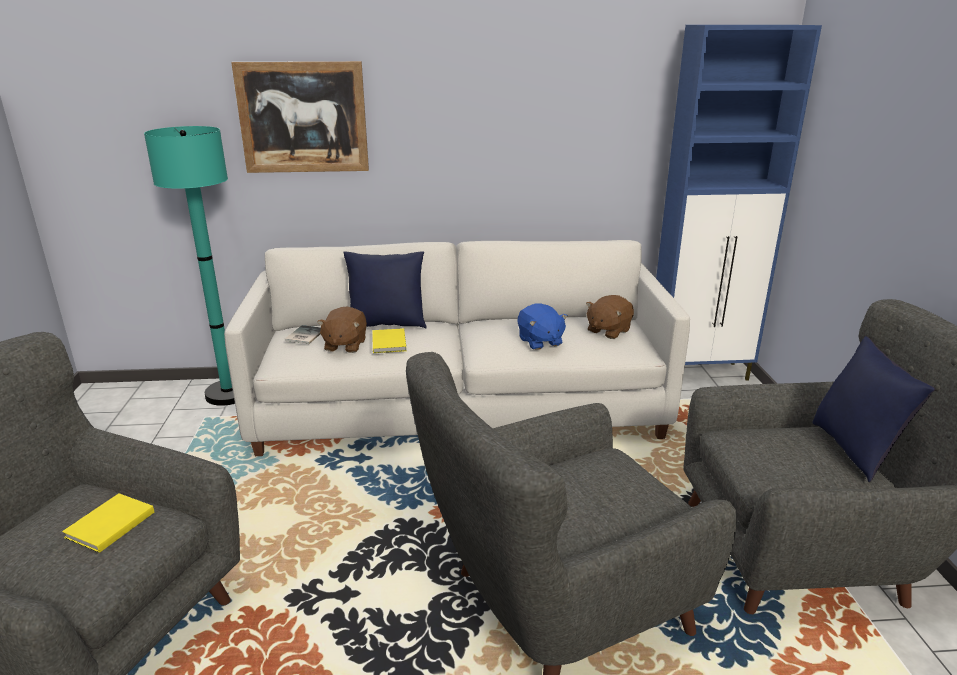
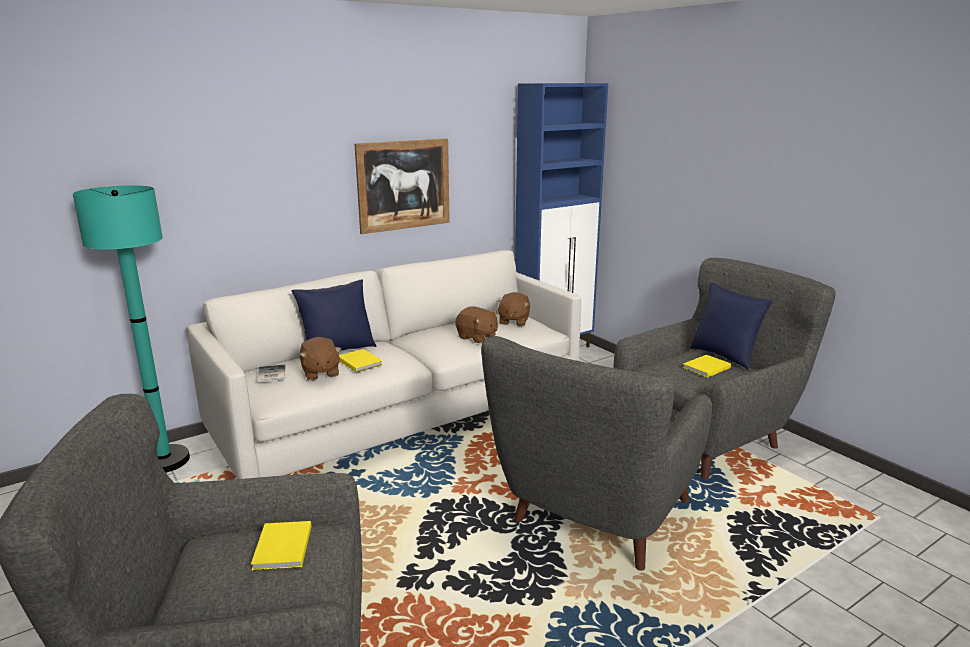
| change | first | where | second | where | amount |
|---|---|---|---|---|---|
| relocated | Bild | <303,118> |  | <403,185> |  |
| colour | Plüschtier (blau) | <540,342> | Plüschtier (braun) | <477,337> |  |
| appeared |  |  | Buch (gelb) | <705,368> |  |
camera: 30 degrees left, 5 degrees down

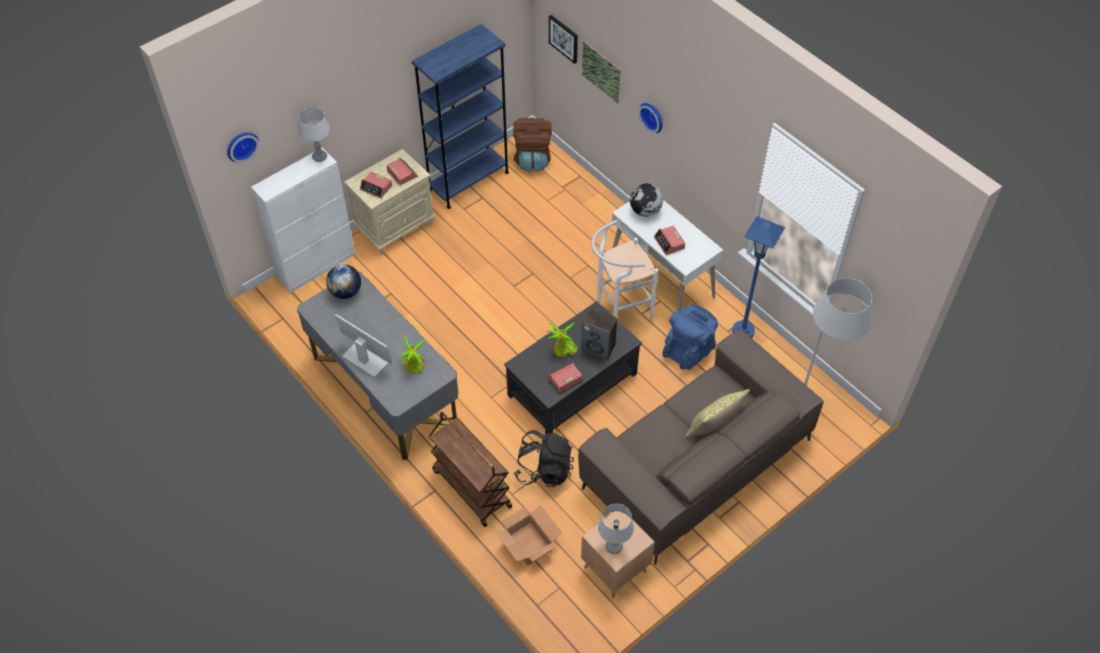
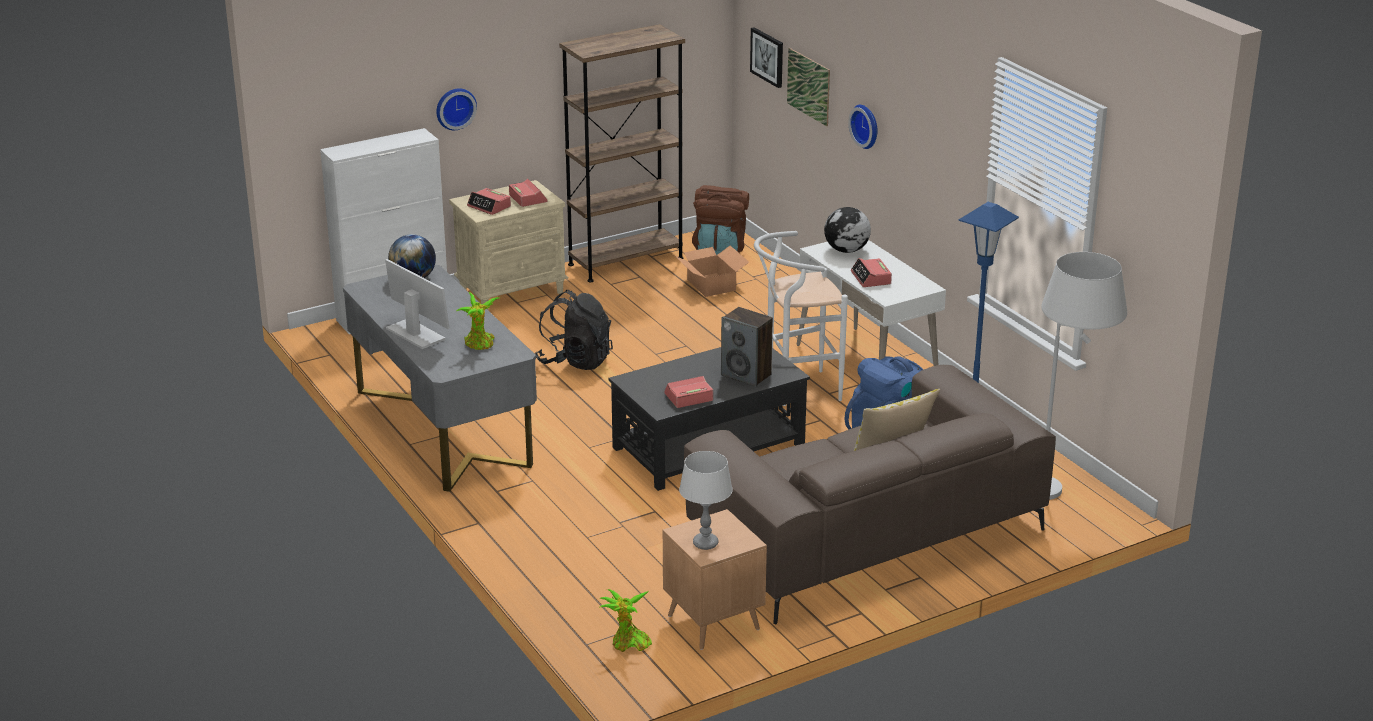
| change | first | where | second | where | amount |
|---|---|---|---|---|---|
| colour | Bücherregal (blau) | <468,181> | Bücherregal (braun) | <625,261> |  |
| missing | Tischlampe (grau) | <320,157> |  |  |  |
| relocated | Wanduhr | <241,145> |  | <455,108> |  |
| relocated | Topfpflanze | <563,350> |  | <628,644> |  |
| missing | Rollwagen (braun) | <471,488> |  |  |  |
| relocated | Rucksack (schwarz) | <544,470> |  | <575,361> |  |
| relocated | Karton | <528,544> |  | <711,285> |  |
camera: 10 degrees right, 25 degrees down

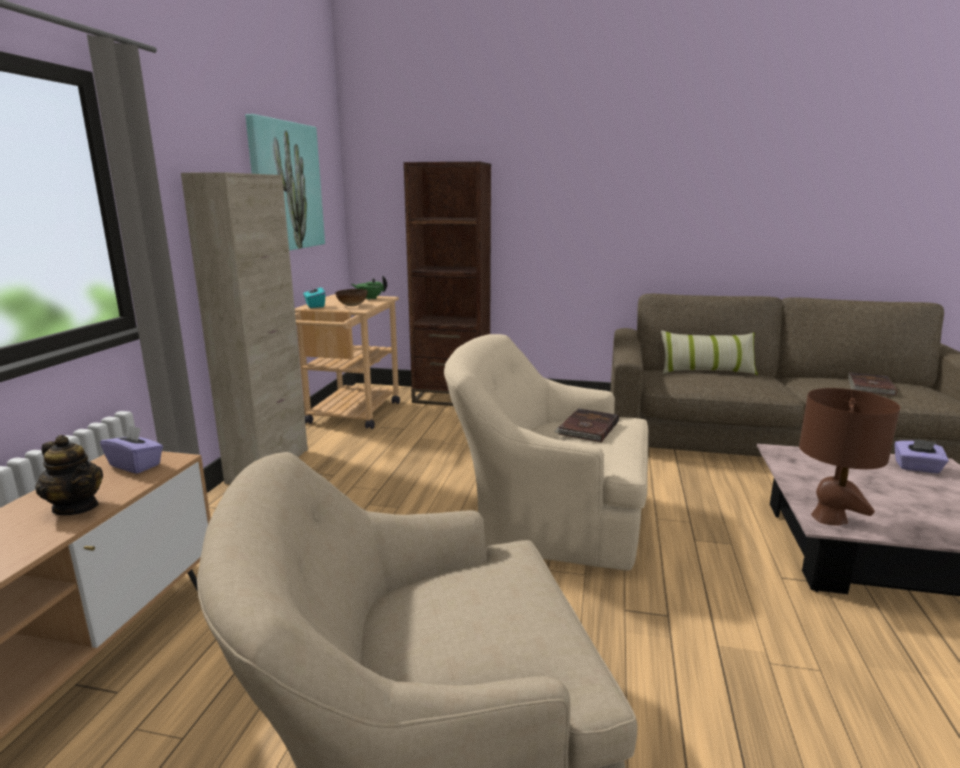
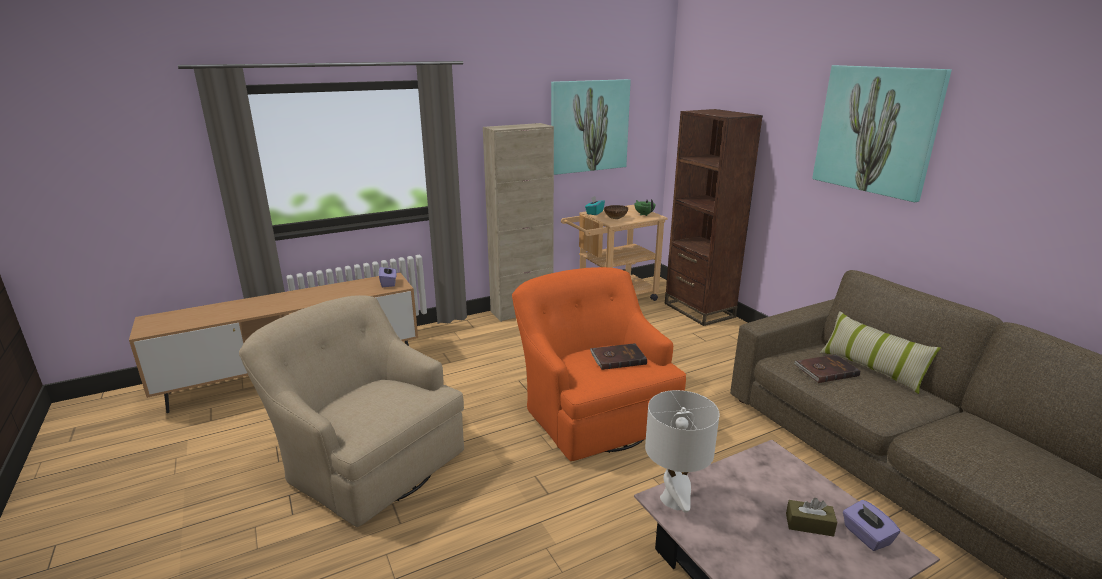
| change | first | where | second | where | amount |
|---|---|---|---|---|---|
| colour | Sessel (beige) | <546,519> | Sessel (orange) | <593,412> |  |
| relocated | Buch (braun) | <869,386> |  | <825,370> |  |
| colour | Tischlampe (braun) | <829,518> | Tischlampe (weiß) | <674,500> |  |
| missing | Teekanne | <76,507> |  |  |  |
| appeared |  |  | Bild | <876,130> |  |
| appeared |  |  | Taschentuchbox (braun) | <809,524> |  |
camera: 50 degrees right, 5 degrees up

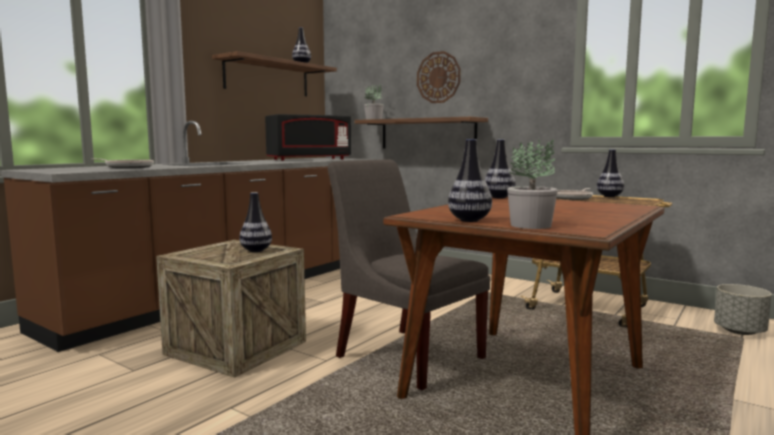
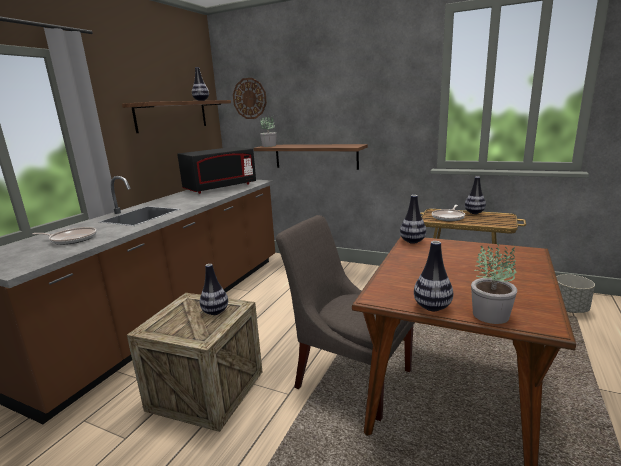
| change | first | where | second | where | amount |
|---|---|---|---|---|---|
| relocated | Wanduhr | <438,77> |  | <249,98> |  |
camera: 10 degrees left, 10 degrees up

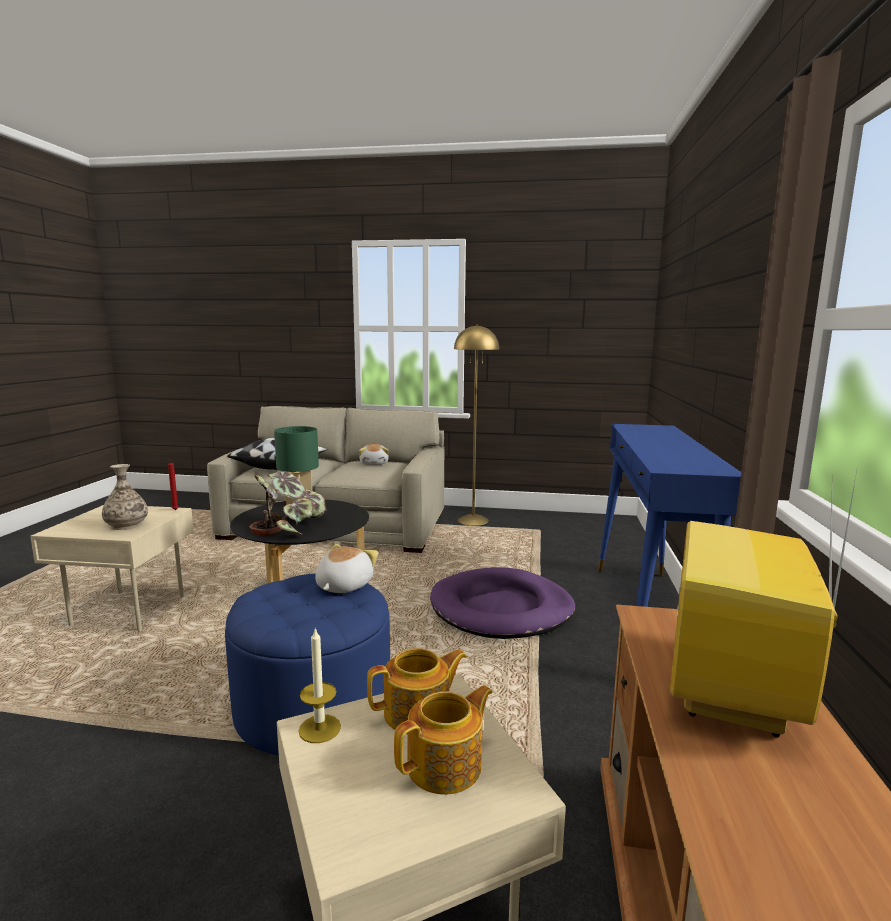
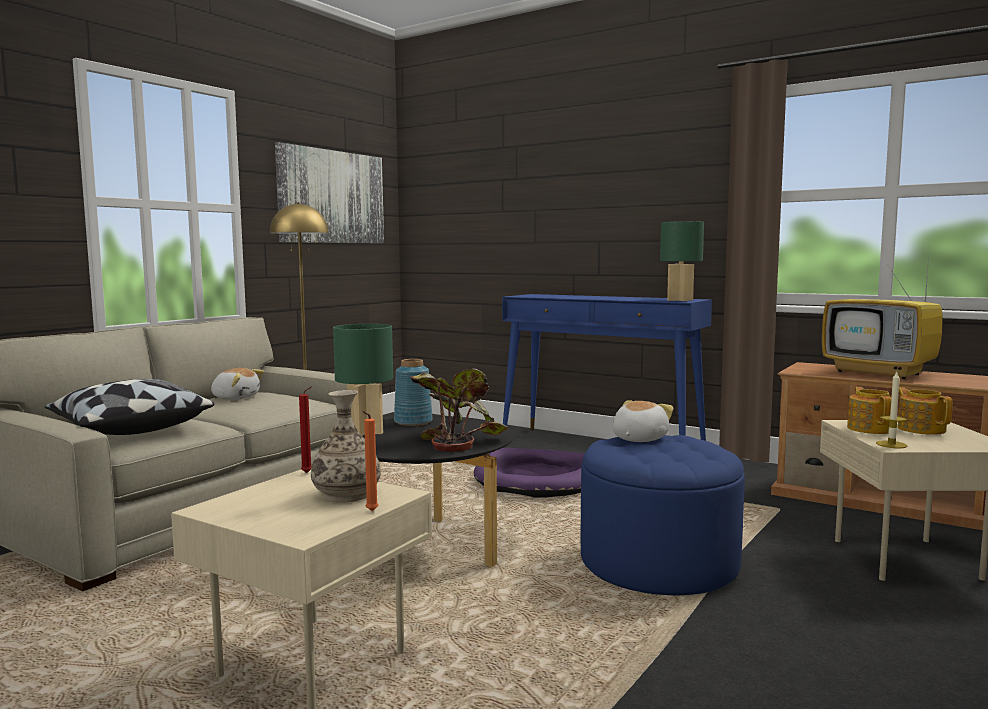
| change | first | where | second | where | amount |
|---|---|---|---|---|---|
| spun | Plüschtier | <343,586> |  | <638,439> | 75 degrees clockwise |
| appeared |  |  | Bild | <332,197> |  |
| appeared |  |  | Tischlampe (grün) | <679,300> |  |
| appeared |  |  | Vase (blau) | <413,422> |  |
| appeared |  |  | Kerze (orange) | <370,511> |  |
camera: 65 degrees left, 5 degrees down

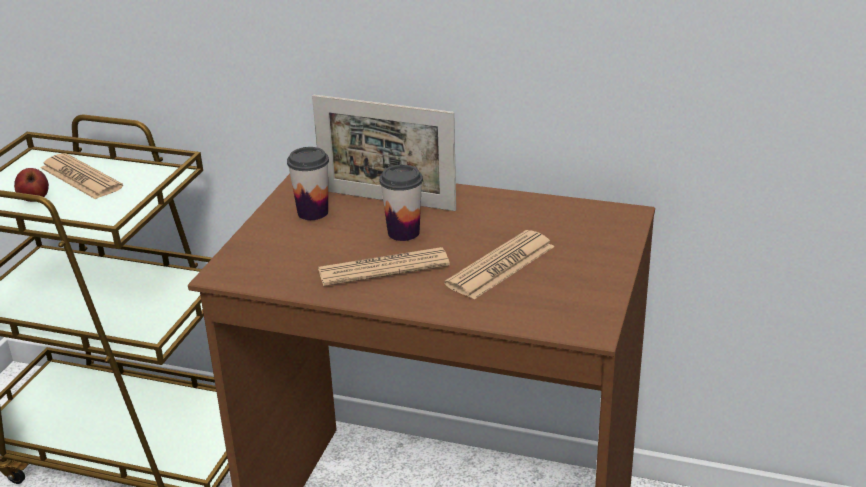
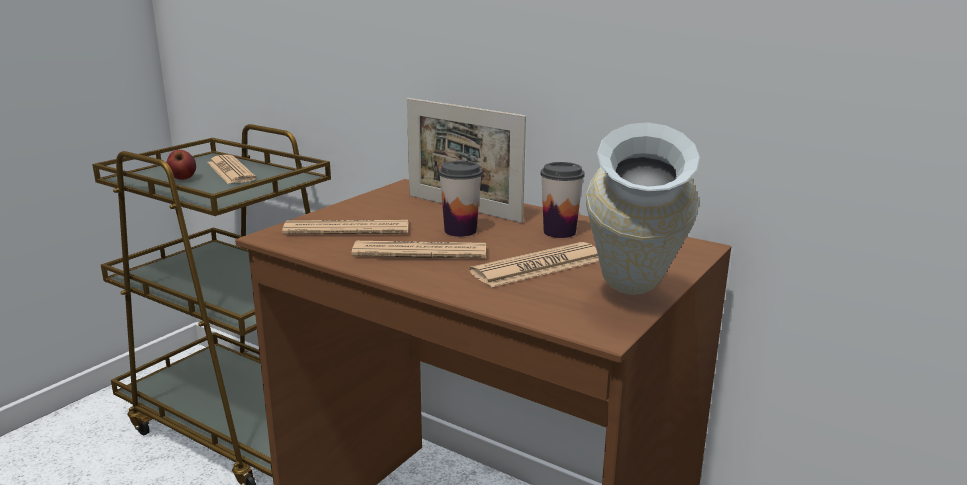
| change | first | where | second | where | amount |
|---|---|---|---|---|---|
| relocated | Tasse | <313,212> |  | <559,232> |  |
| appeared |  |  | Vase | <630,306> |  |
| appeared |  |  | Zeitung | <347,230> |  |
camera: 15 degrees right, 10 degrees down

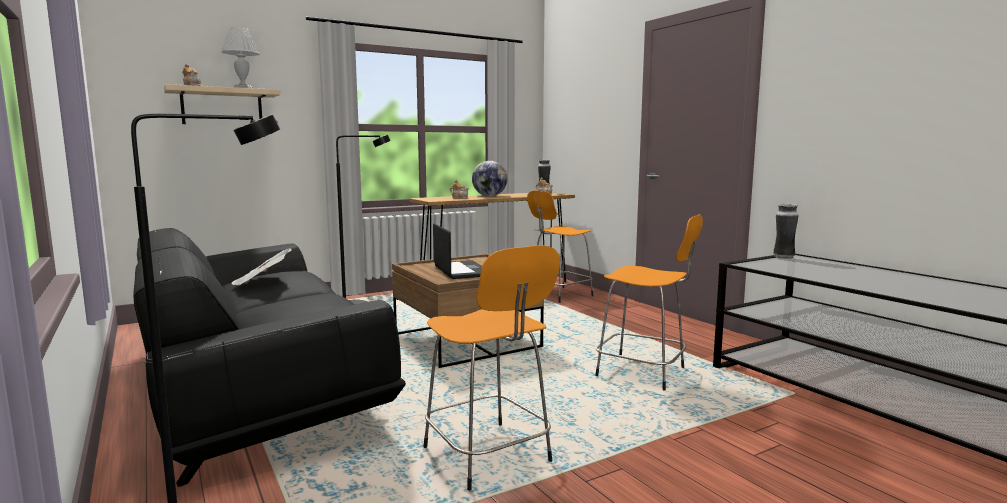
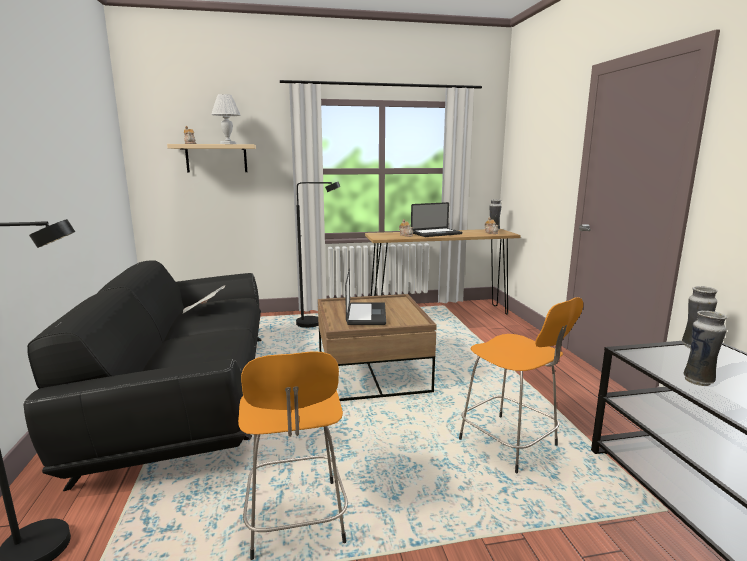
| change | first | where | second | where | amount |
|---|---|---|---|---|---|
| exchanged | Globus | <489,196> | Laptop | <436,233> |  |
| missing | Hocker (orange) | <559,295> |  |  |  |
| appeared |  |  | Vase | <698,381> |  |
camera: 20 degrees right, 5 degrees up

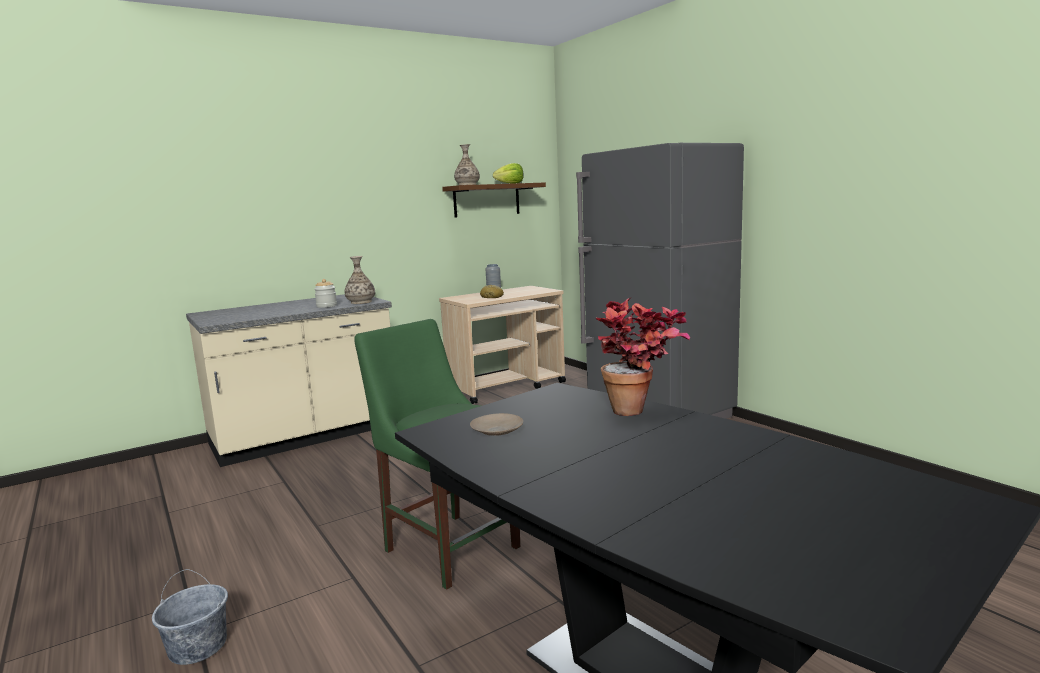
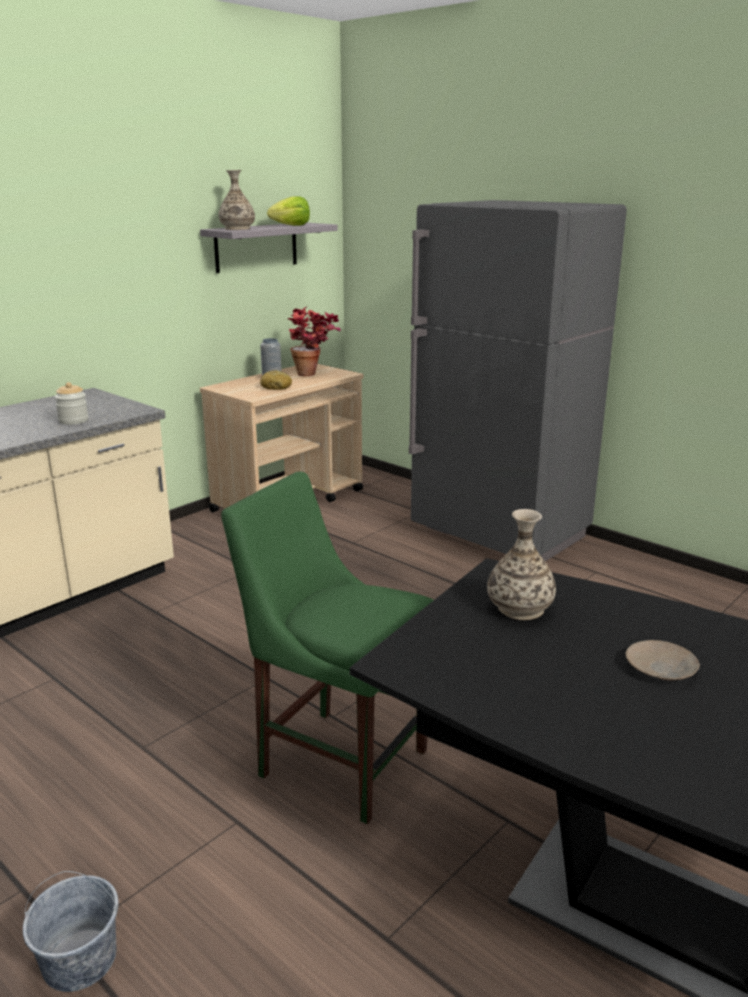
| change | first | where | second | where | amount |
|---|---|---|---|---|---|
| colour | Wandregal (braun) | <486,200> | Wandregal (grau) | <256,247> |  |
| relocated | Vase | <361,302> |  | <520,608> |  |
| relocated | Topfpflanze | <640,413> |  | <313,375> |  |
| relocated | Teller (beige) | <497,430> |  | <661,668> |  |
camera: 15 degrees left, 10 degrees up

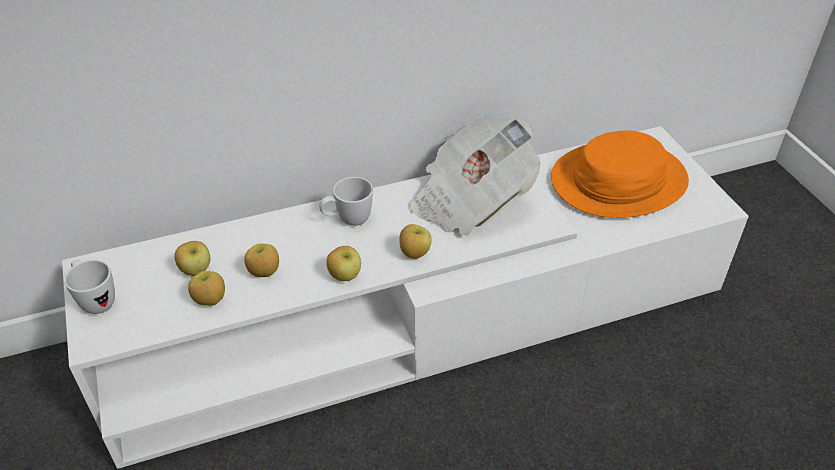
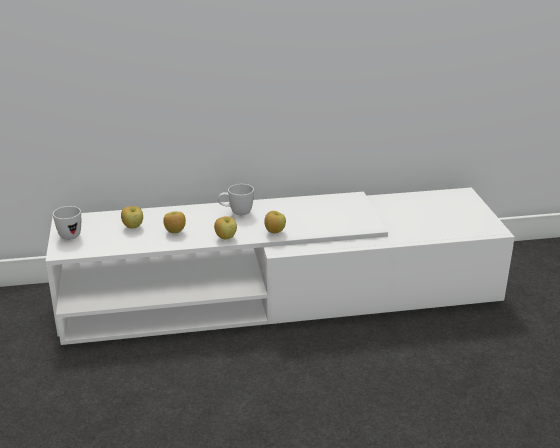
| change | first | where | second | where | amount |
|---|---|---|---|---|---|
| missing | Zeitung | <470,200> |  |  |  |
| missing | Hut (orange) | <618,181> |  |  |  |
| missing | Apfel | <210,301> |  |  |  |
camera: 10 degrees right, 15 degrees down

